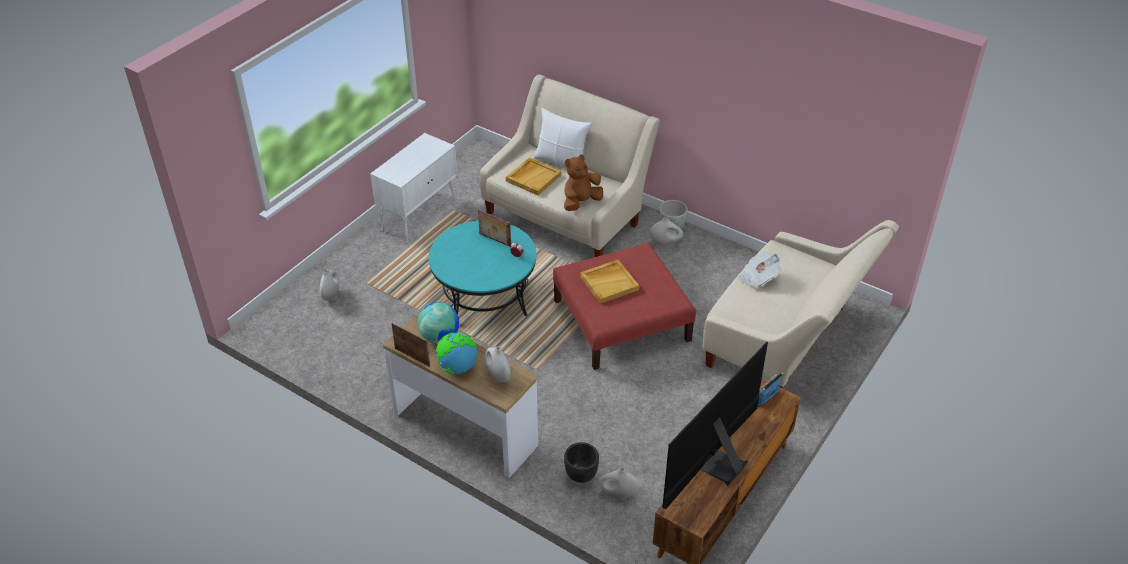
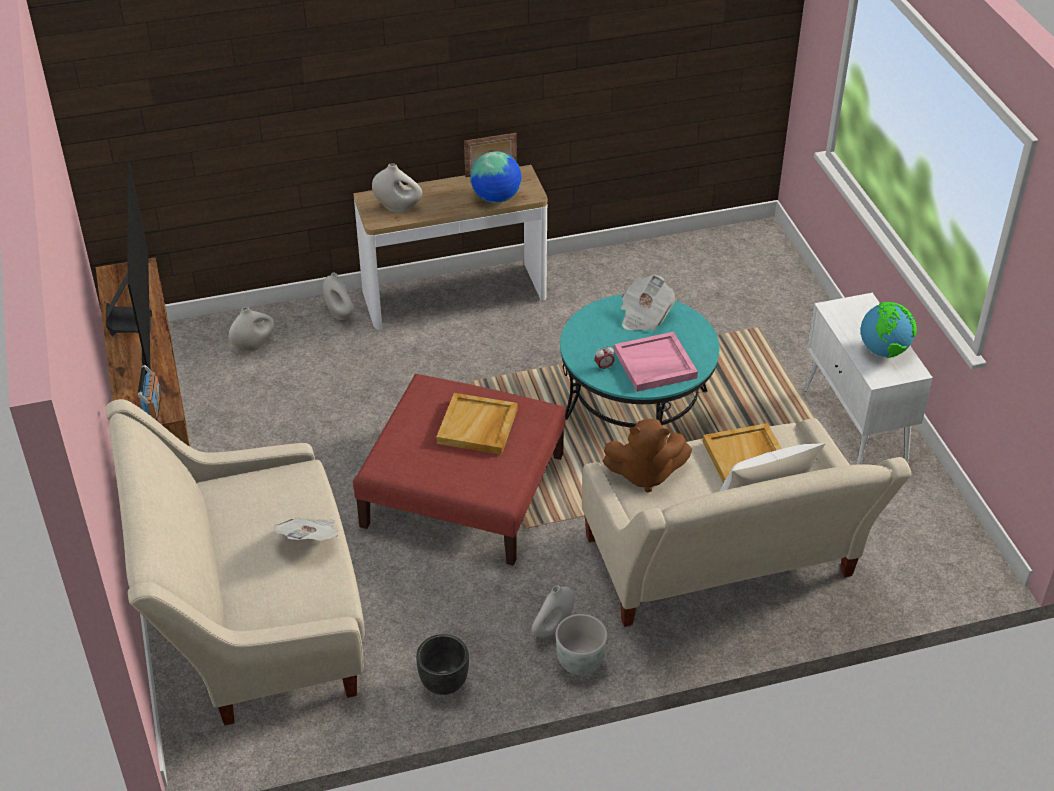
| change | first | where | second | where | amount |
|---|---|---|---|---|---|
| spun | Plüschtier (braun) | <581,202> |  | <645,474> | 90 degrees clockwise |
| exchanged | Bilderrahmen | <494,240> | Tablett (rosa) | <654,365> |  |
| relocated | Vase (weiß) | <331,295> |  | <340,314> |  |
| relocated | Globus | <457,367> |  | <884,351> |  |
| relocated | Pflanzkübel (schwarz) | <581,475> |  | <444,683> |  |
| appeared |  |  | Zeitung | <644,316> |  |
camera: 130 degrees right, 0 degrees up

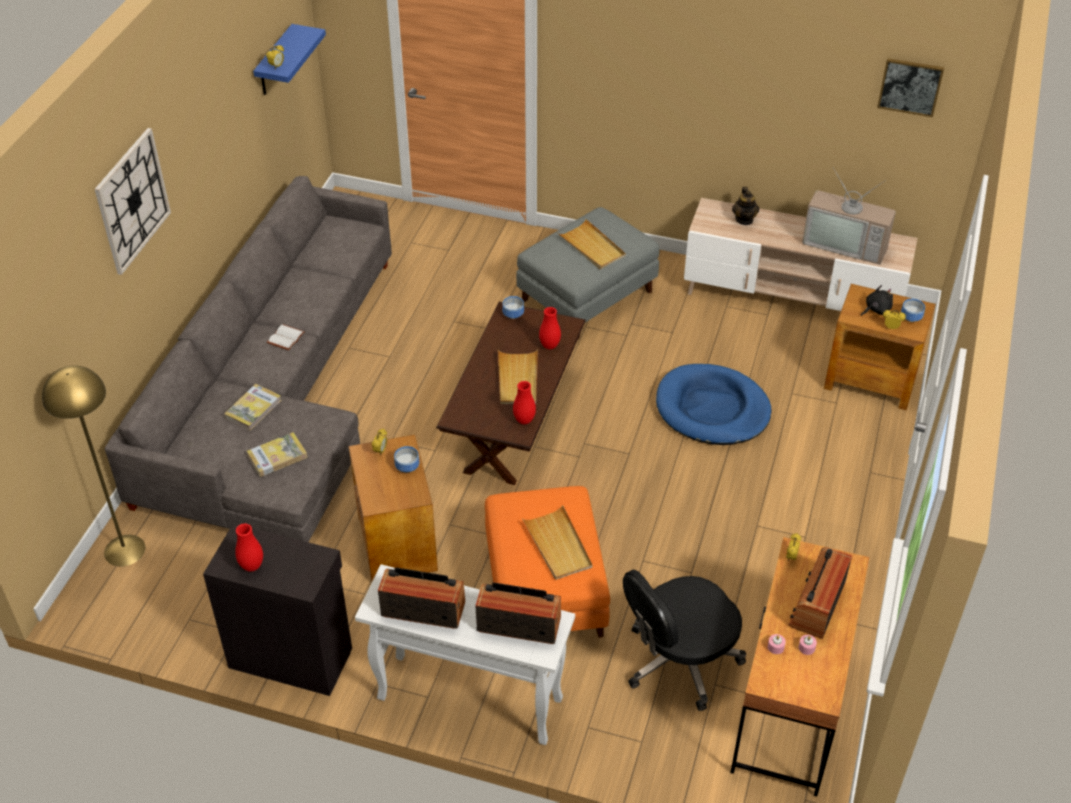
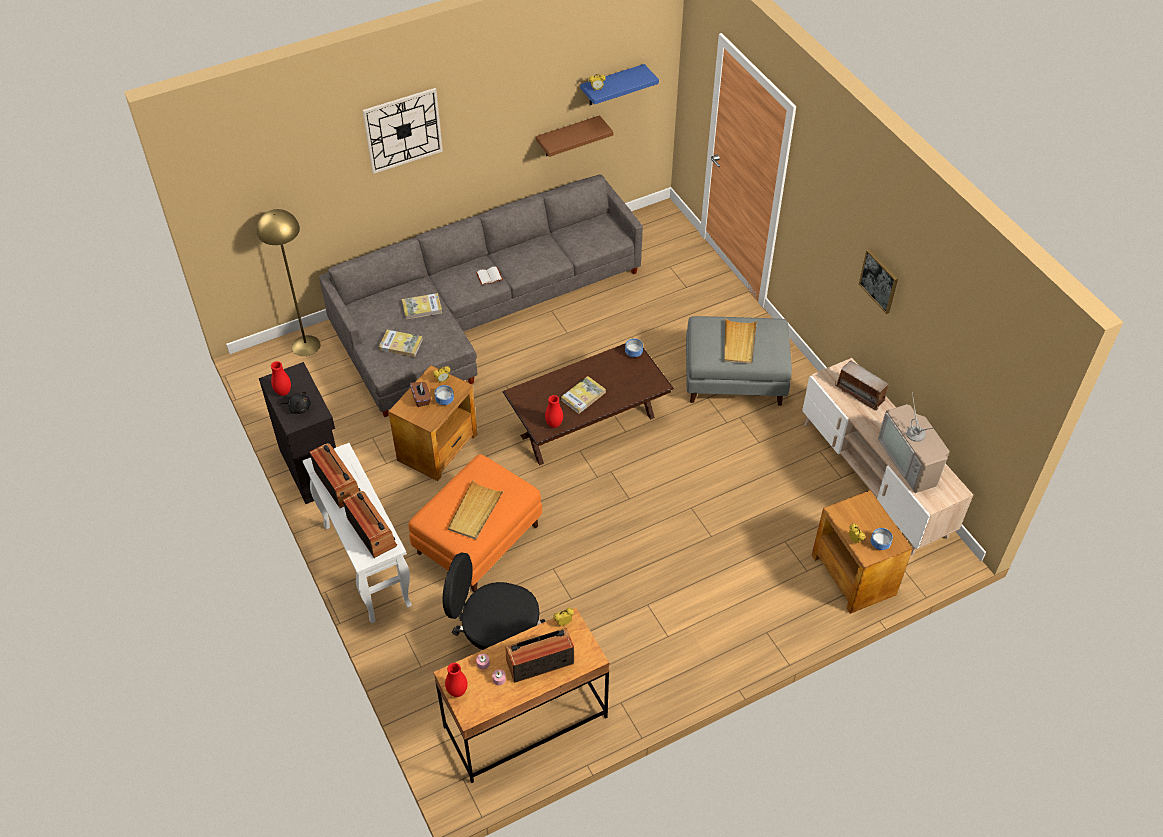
| change | first | where | second | where | amount |
|---|---|---|---|---|---|
| relocated | Bild | <910,86> |  | <879,281> |  |
| exchanged | Teekanne | <744,219> | Radio | <860,393> |  |
| relocated | Plüschtier (schwarz) | <876,309> |  | <299,408> |  |
| relocated | Vase (rot) | <549,346> |  | <457,691> |  |
| exchanged | Tablett (beige) | <518,379> | Buch | <583,396> |  |
| missing | Hundebett (blau) | <712,409> |  |  |  |
| appeared |  |  | Wandregal (braun) | <568,136> |  |
| appeared |  |  | Taschentuchbox (braun) | <421,398> |  |
camera: 45 degrees right, 5 degrees up

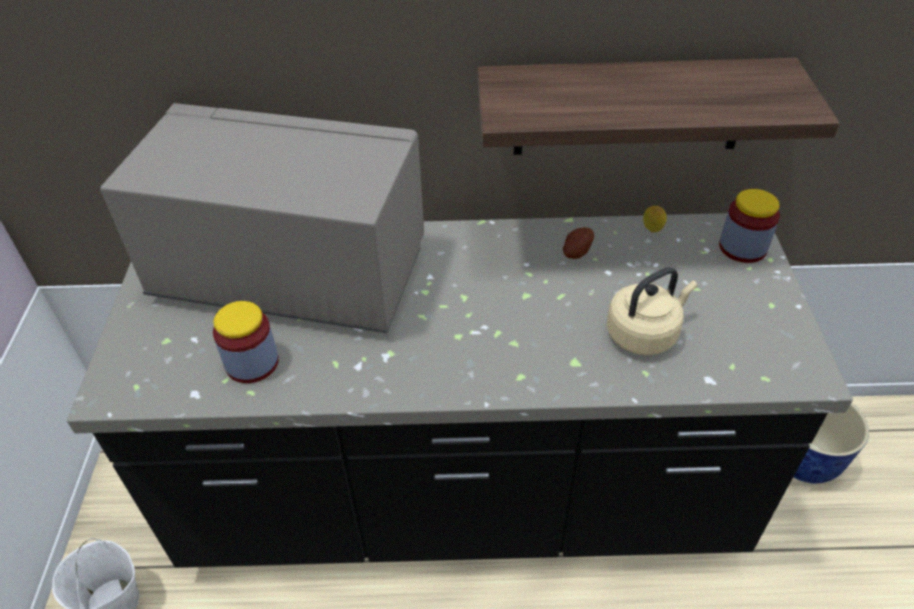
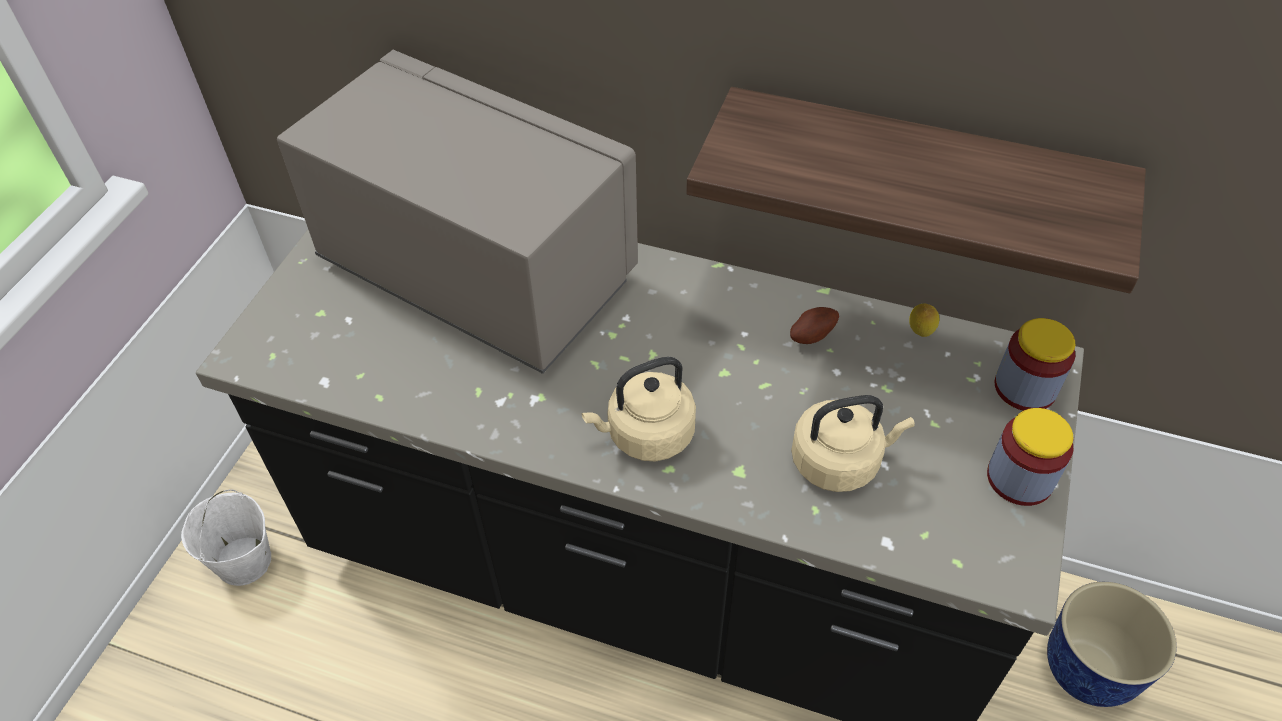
| change | first | where | second | where | amount |
|---|---|---|---|---|---|
| relocated | Vorratsglas | <252,363> |  | <1019,478> |  |
| appeared |  |  | Wasserkessel (beige) | <646,435> |  |
camera: 20 degrees right, 5 degrees up

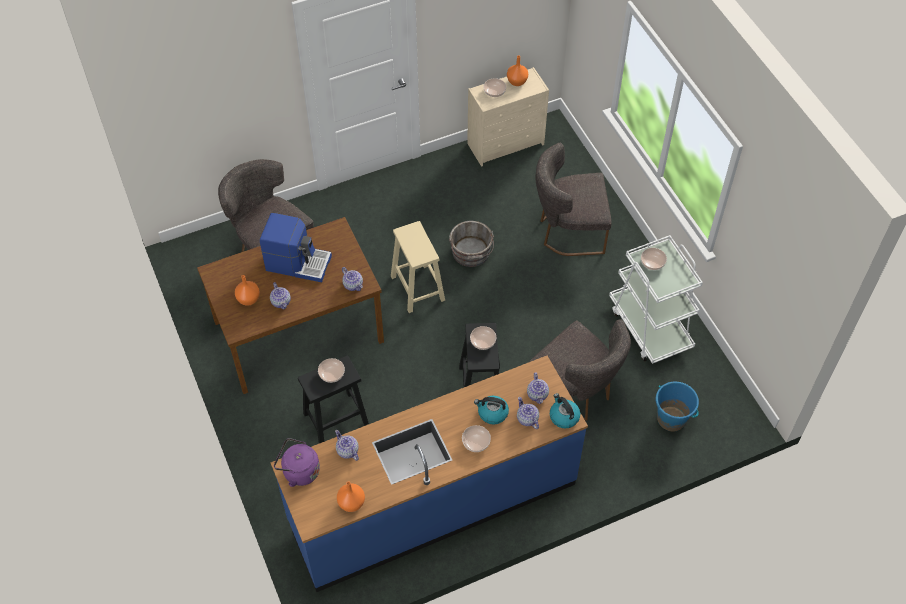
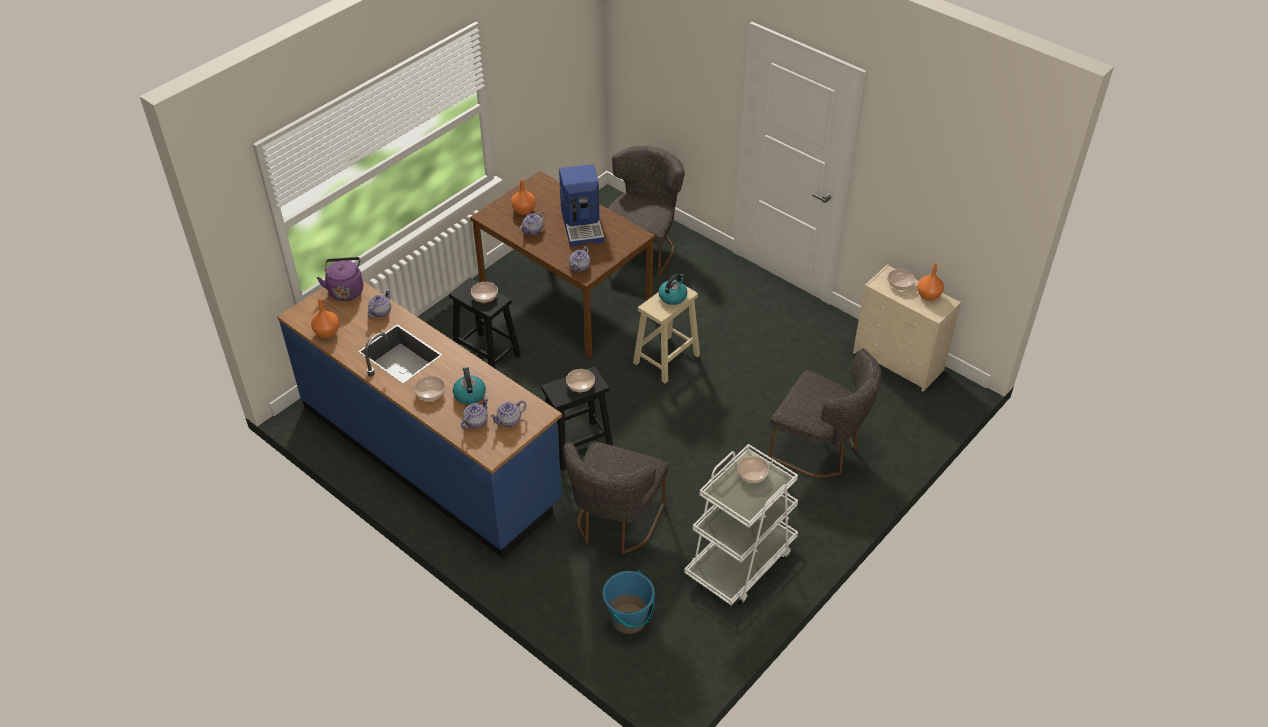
| change | first | where | second | where | amount |
|---|---|---|---|---|---|
| spun | Stuhl (grau) | <568,231> |  | <820,450> | 150 degrees clockwise |
| missing | Eimer (grau) | <471,254> |  |  |  |
| relocated | Wasserkessel | <563,416> |  | <673,296> |  |
camera: 65 degrees right, 10 degrees down

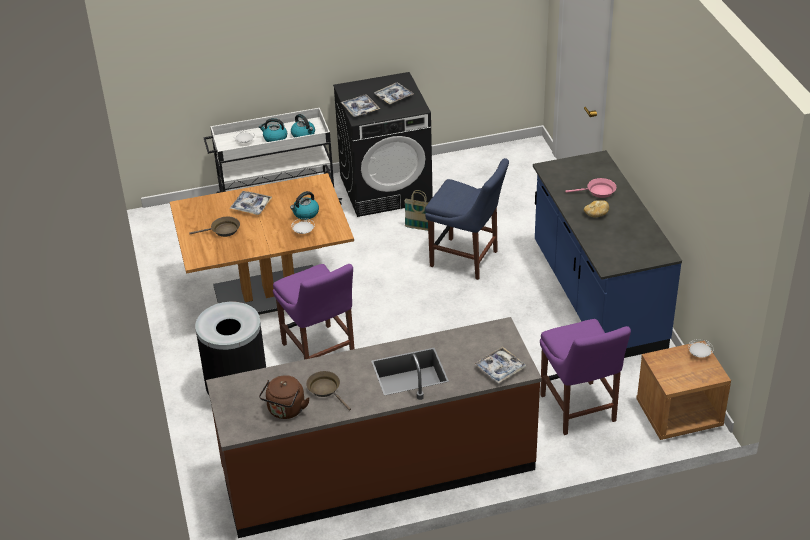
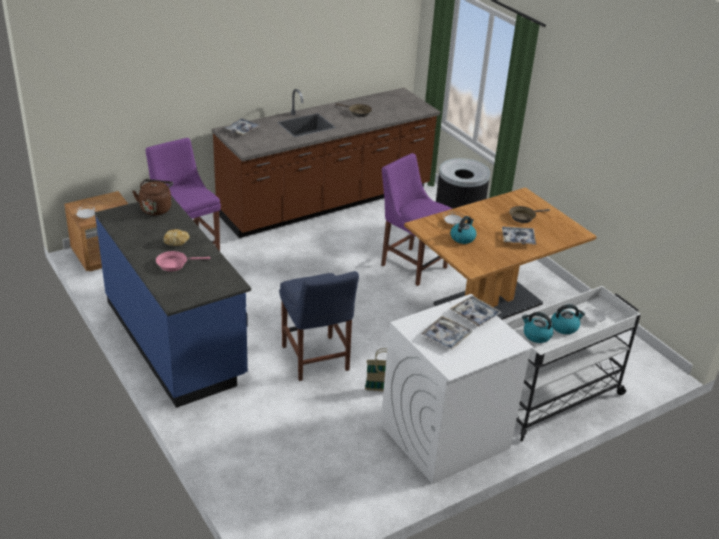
| change | first | where | second | where | amount |
|---|---|---|---|---|---|
| colour | Waschmaschine (schwarz) | <386,189> | Waschmaschine (weiß) | <444,437> |  |
| spun | Stuhl (blau) | <467,260> |  | <316,360> | 120 degrees counterclockwise |
| relocated | Wasserkessel (braun) | <285,410> |  | <156,208> |  |
camera: 160 degrees right, 5 degrees down

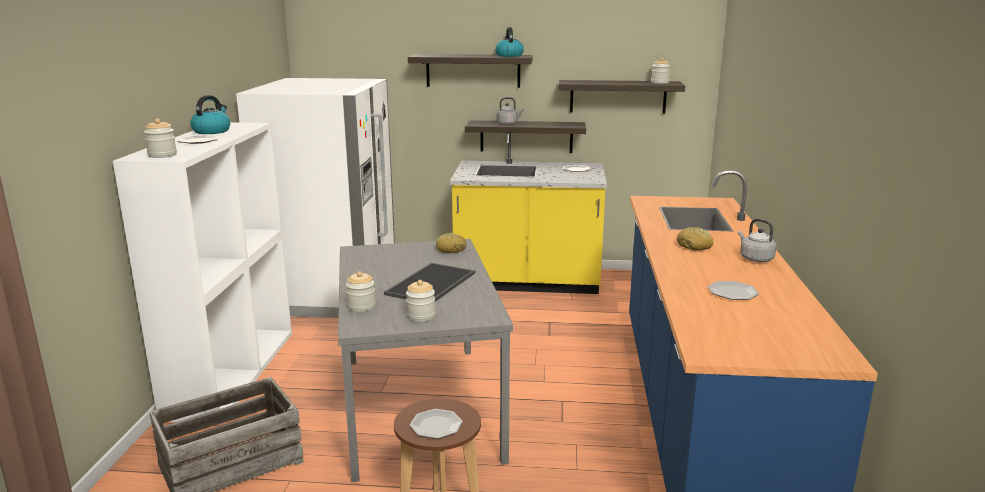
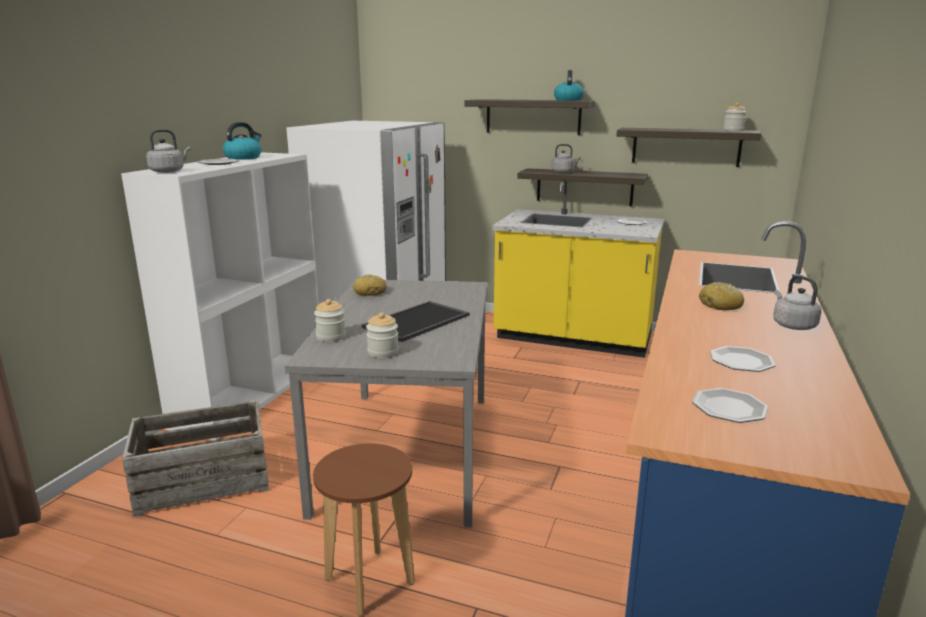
| change | first | where | second | where | amount |
|---|---|---|---|---|---|
| exchanged | Vorratsglas | <162,155> | Wasserkessel (grau) | <169,171> |  |
| relocated | Brot | <451,250> |  | <370,292> |  |
| relocated | Teller | <436,425> |  | <729,408> |  |
camera: 15 degrees right, 0 degrees up

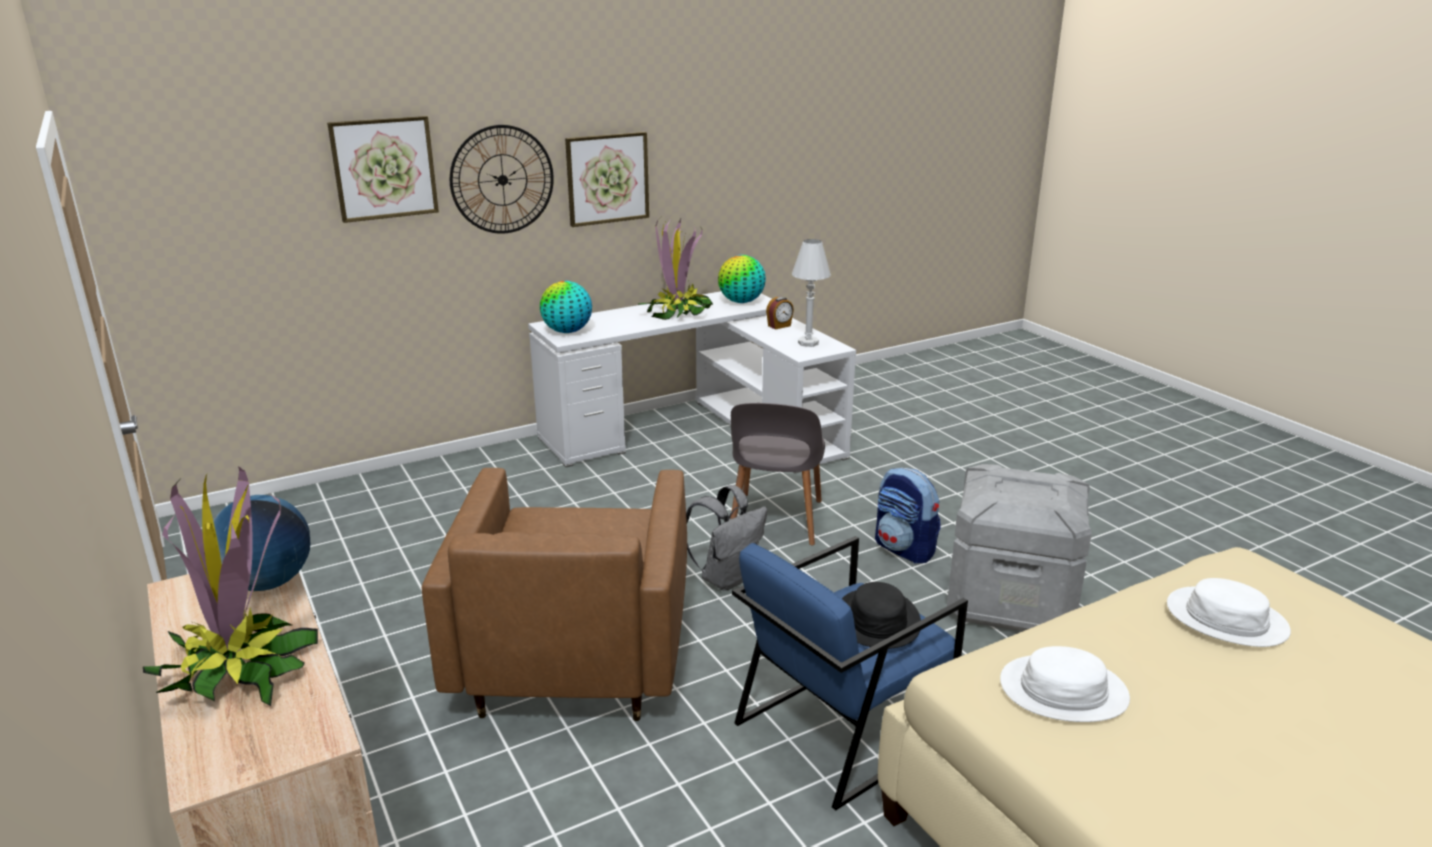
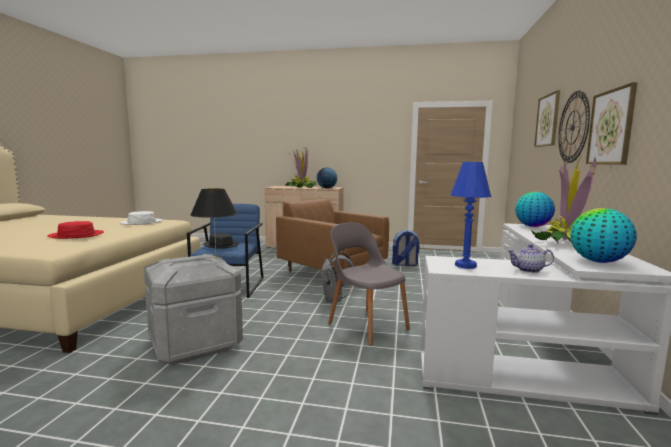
| change | first | where | second | where | amount |
|---|---|---|---|---|---|
| colour | Tischlampe (weiß) | <808,343> | Tischlampe (blau) | <465,265> |  |
| exchanged | Wecker | <779,326> | Teekanne | <528,270> |  |
| relocated | Rucksack | <905,549> |  | <405,264> |  |
| colour | Hut (weiß) | <1226,618> | Hut (rot) | <76,235> |  |
| appeared |  |  | Tischlampe (schwarz) | <216,259> |  |
camera: 130 degrees right, 15 degrees down

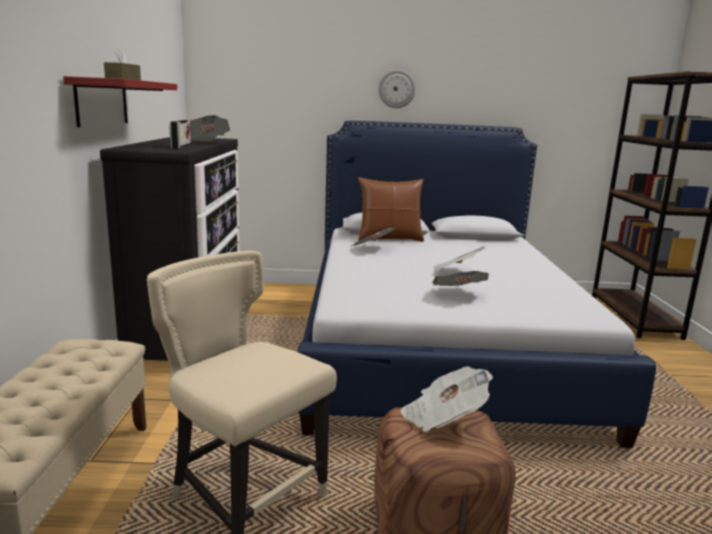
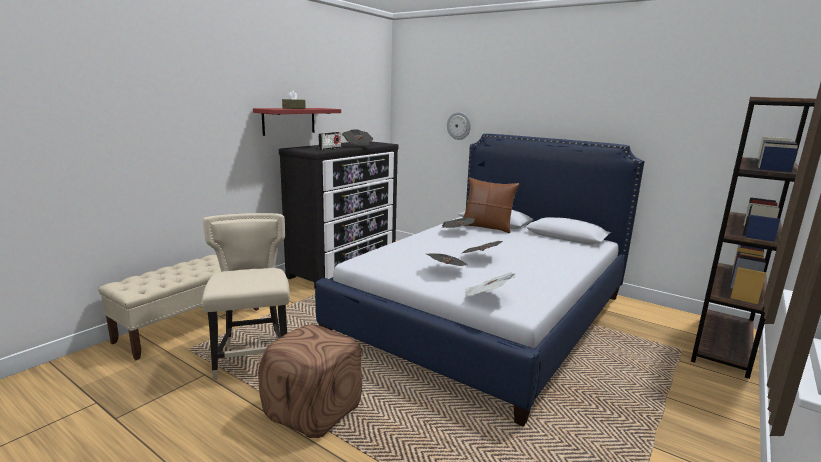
| change | first | where | second | where | amount |
|---|---|---|---|---|---|
| relocated | Wanduhr | <396,89> |  | <459,125> |  |
| relocated | Zeitung | <443,418> |  | <486,297> |  |
camera: 35 degrees right, 0 degrees up

